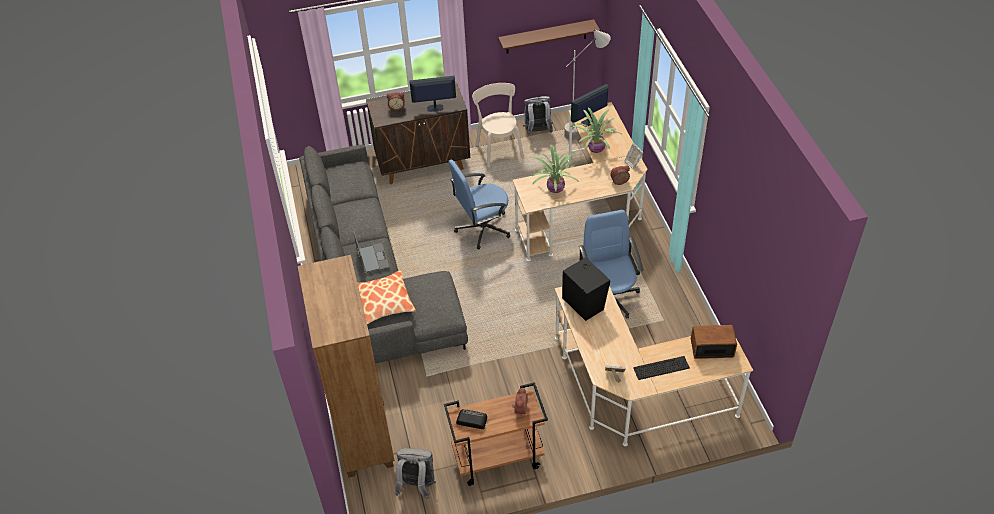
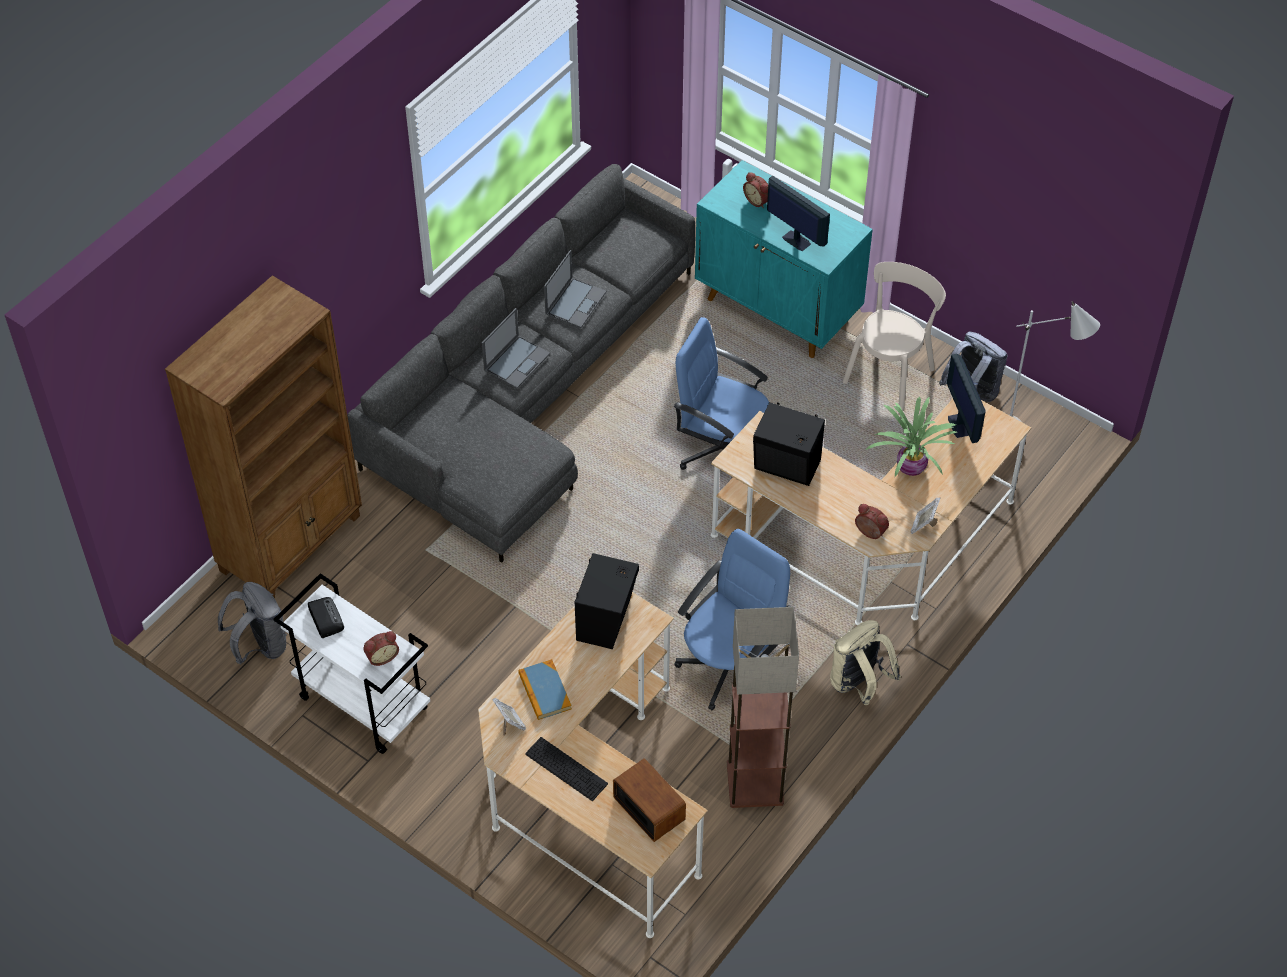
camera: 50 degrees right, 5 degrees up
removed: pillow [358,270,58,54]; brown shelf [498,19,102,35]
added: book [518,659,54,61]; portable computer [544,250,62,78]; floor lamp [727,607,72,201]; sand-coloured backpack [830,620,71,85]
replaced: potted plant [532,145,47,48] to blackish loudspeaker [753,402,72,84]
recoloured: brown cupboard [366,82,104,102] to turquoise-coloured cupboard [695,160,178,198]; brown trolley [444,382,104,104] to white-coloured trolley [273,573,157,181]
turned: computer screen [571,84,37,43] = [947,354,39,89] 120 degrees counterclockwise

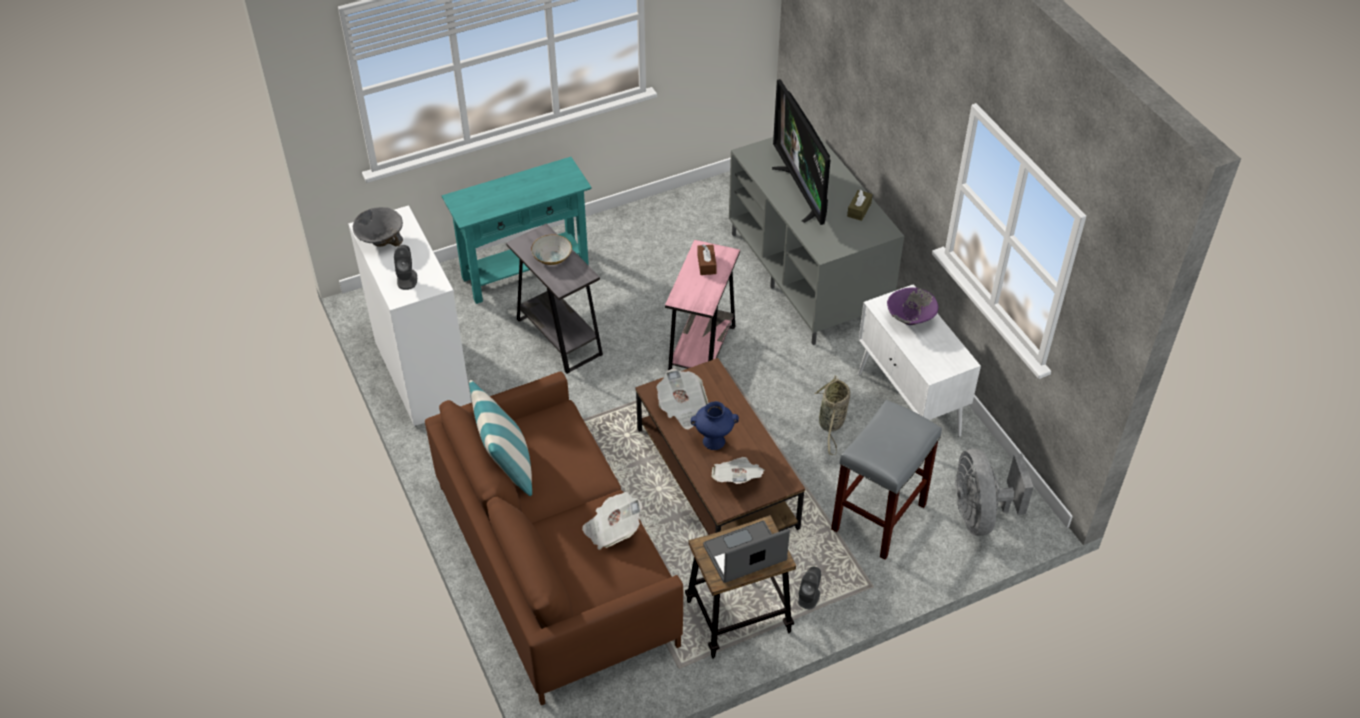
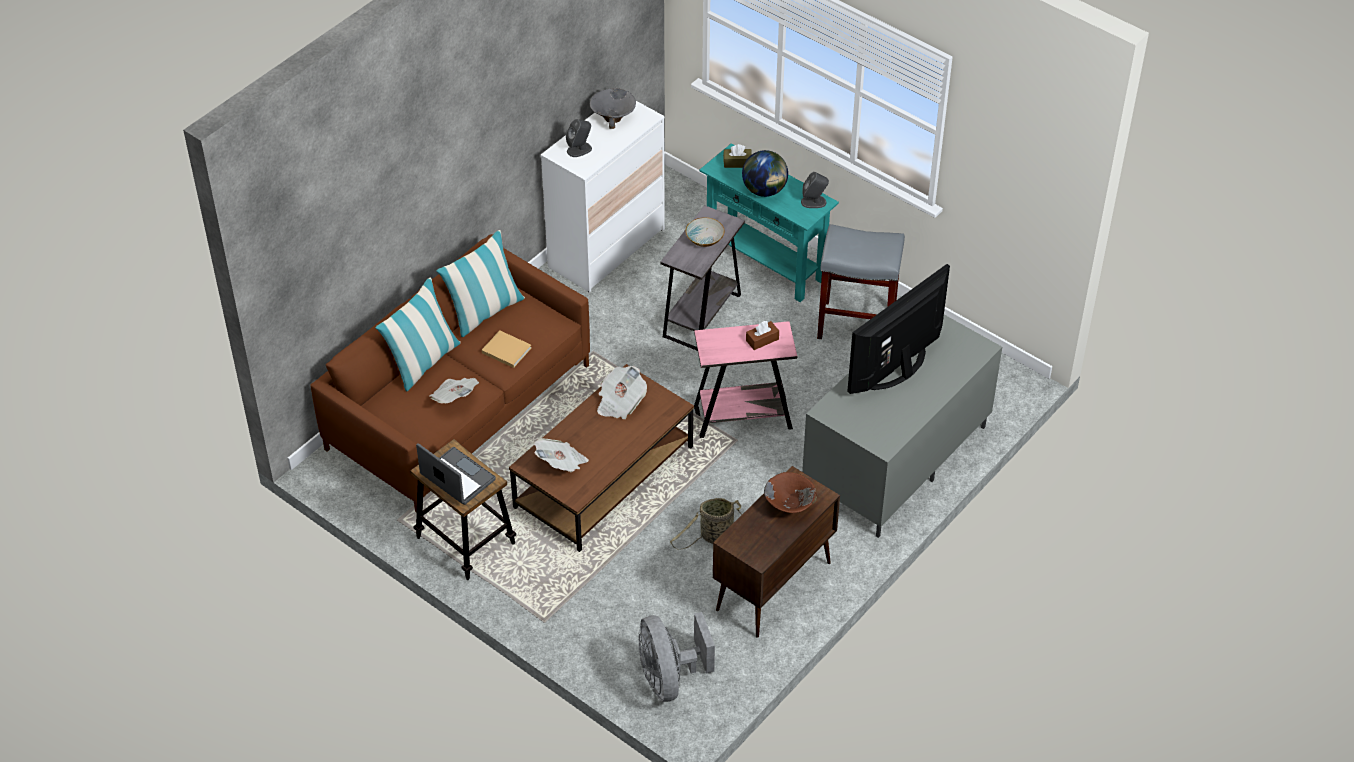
camera: 65 degrees right, 0 degrees up
removed: blue-coloured vase [691,401,48,49]
added: pillow [375,278,86,113]; sand-coloured book [482,330,49,38]; world globe [742,150,46,47]
moved: gray loudspeaker [798,567,23,42] to [801,172,28,36]; gray stool seat [831,400,111,160] to [817,224,88,115]; brown tissue box [847,189,26,32] to [723,144,29,24]
recoloured: white-coloured cupboard [858,284,123,153] to brown cupboard [713,466,127,172]; purple-coloured serving bowl [887,287,51,38] to brown serving bowl [764,472,53,41]
turned: gray fan [955,449,79,87] = [638,612,77,90] 75 degrees counterclockwise

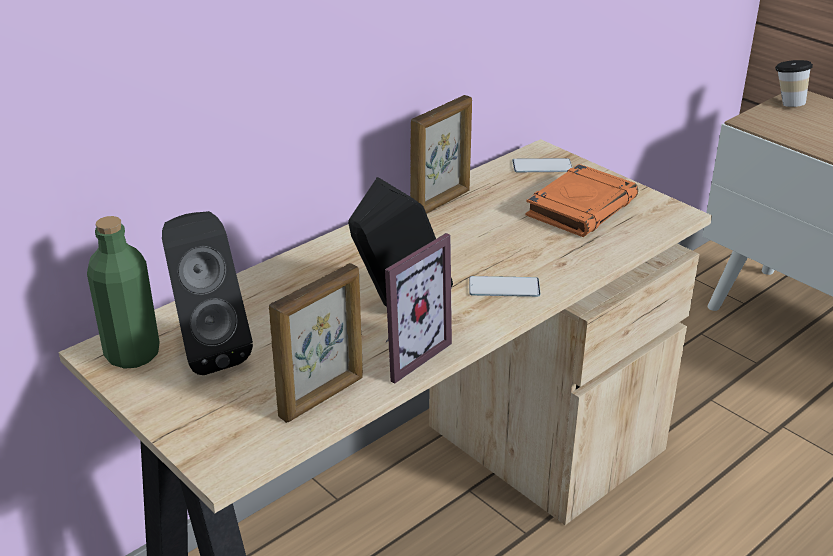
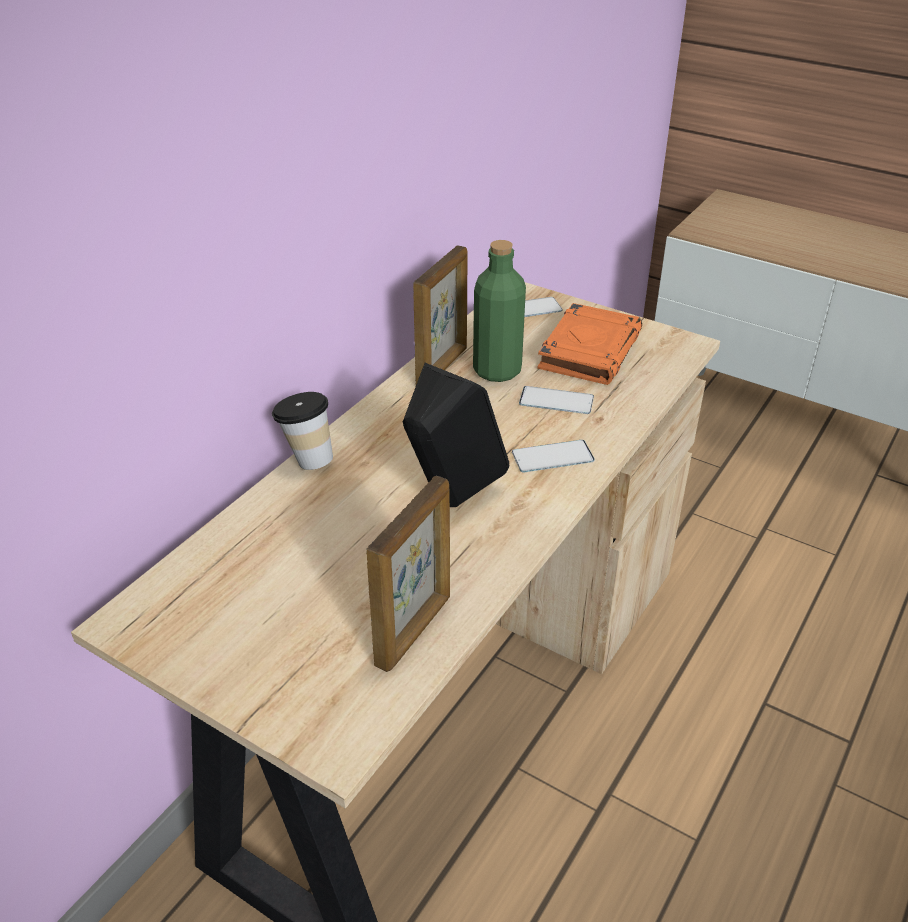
camera: 15 degrees left, 5 degrees up
removed: blackish loudspeaker [162,211,91,164]; picture frame [385,233,67,151]
added: handset [519,386,75,28]
moved: greenish beverage bottle [87,216,73,153] to [473,240,53,142]; small cup [775,60,38,47] to [272,392,61,78]

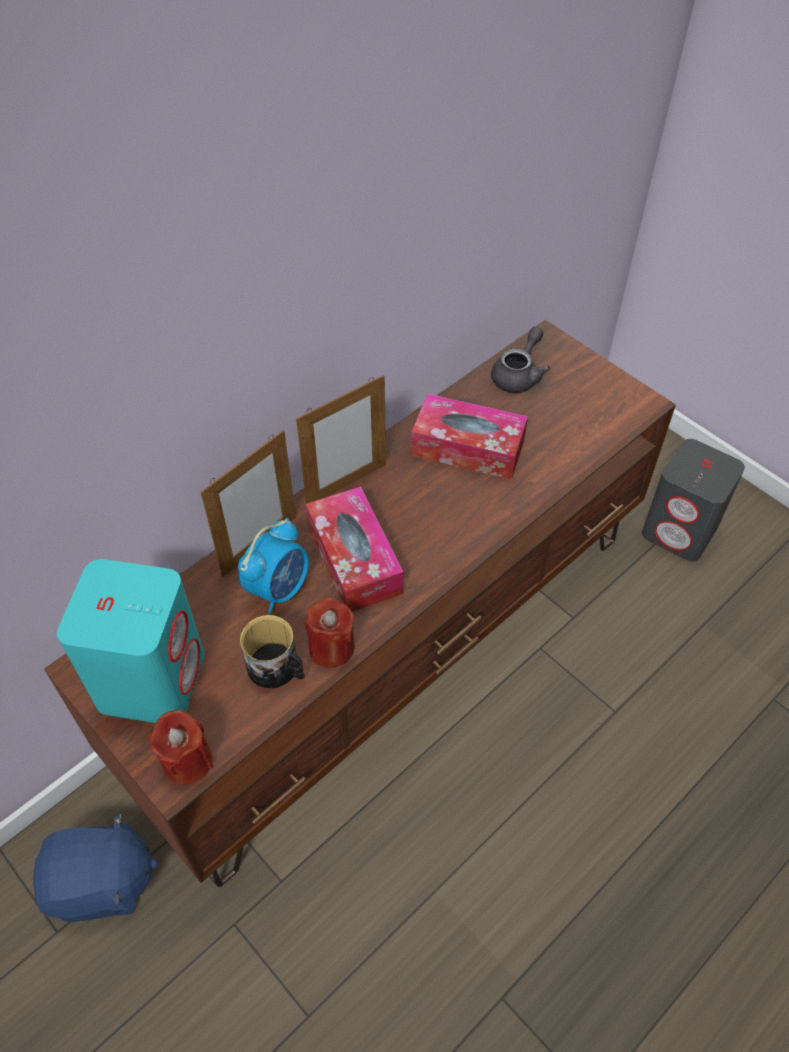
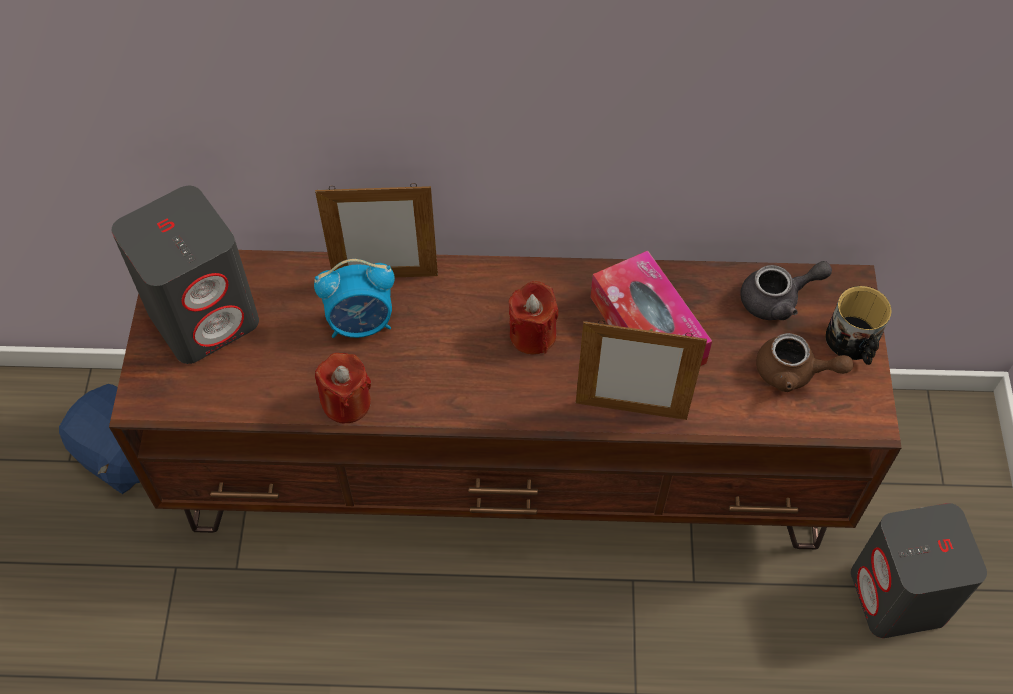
camera: 45 degrees right, 5 degrees up
removed: tissue box [306,487,97,124]
added: brown pot for tea [756,333,97,59]
moved: red-coloured candle [149,709,64,76] to [509,281,50,73]; tea mug [240,615,64,74] to [825,286,66,79]; picture frame [296,375,90,129] to [576,320,131,100]
recoloured: turquoise-coloured loudspeaker [57,559,148,164] to gray loudspeaker [112,186,147,178]

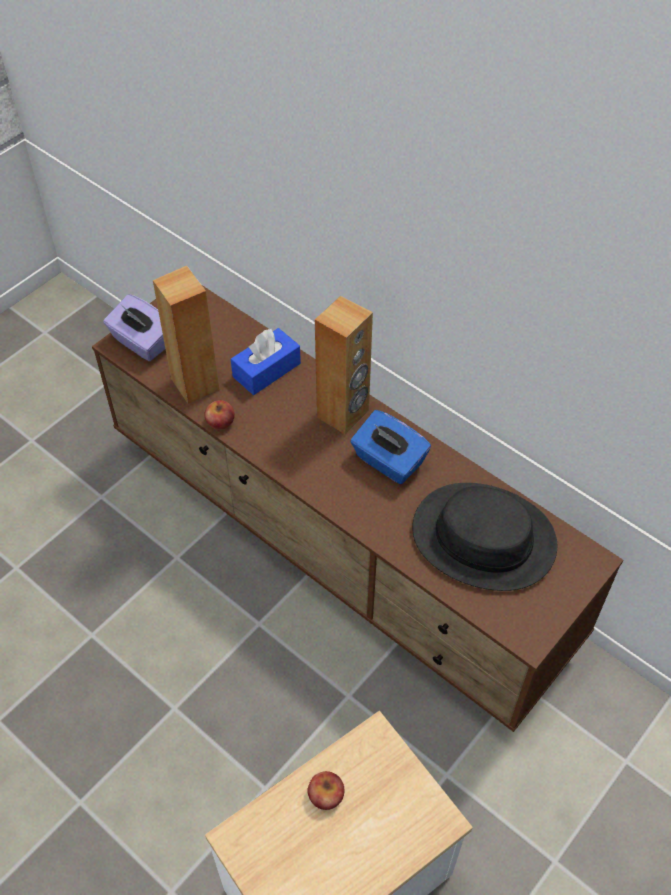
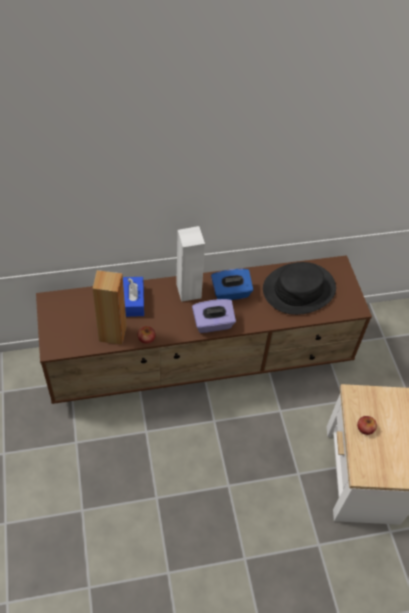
camera: 55 degrees left, 0 degrees up
moved: purple-coloured tissue box [103,294,62,67] to [192,299,44,34]
recoloured: brown loudspeaker [315,296,58,139] to white-coloured loudspeaker [176,226,29,76]

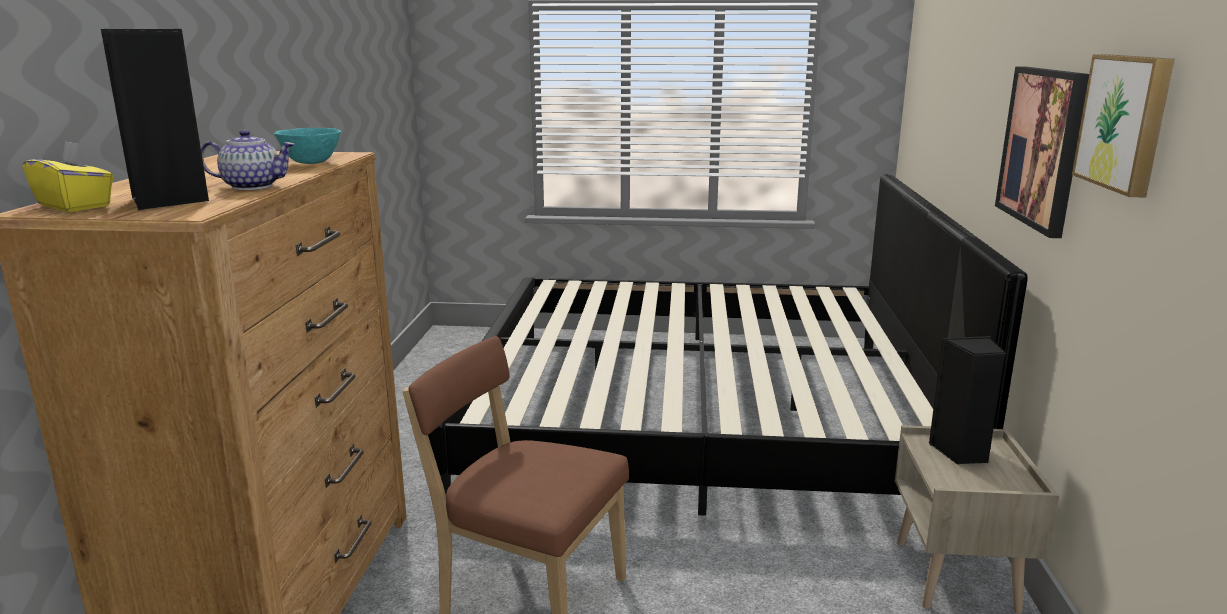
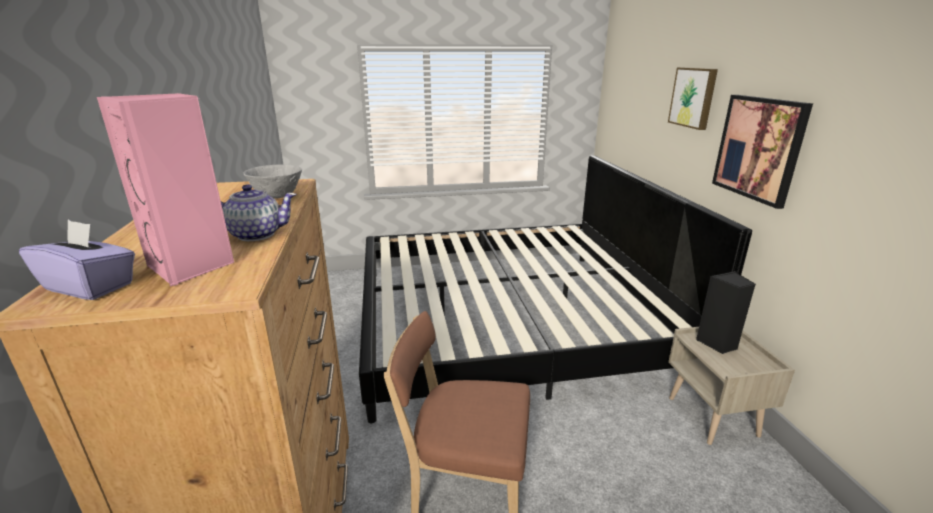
camera: 15 degrees left, 5 degrees up
moved: wall art [1072,54,103,143] to [668,67,50,63]
recoloured: yellowish tissue box [22,140,92,72] to purple-coloured tissue box [19,220,116,80]; blackish loudspeaker [101,29,108,181] to pink loudspeaker [97,93,137,194]; turquoise-coloured serving bowl [274,128,67,36] to gray serving bowl [244,164,58,35]

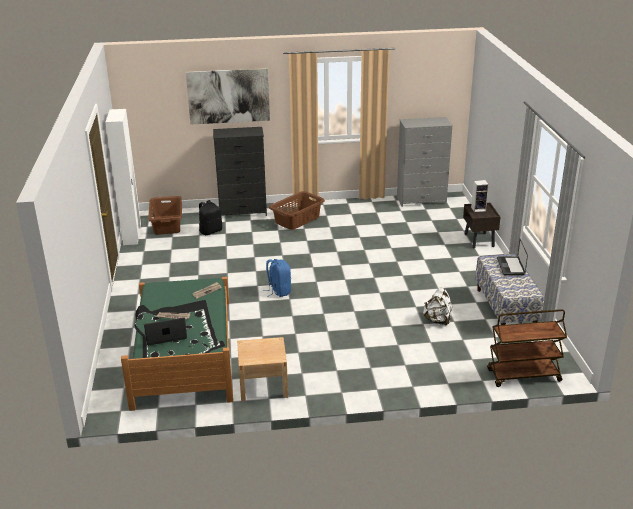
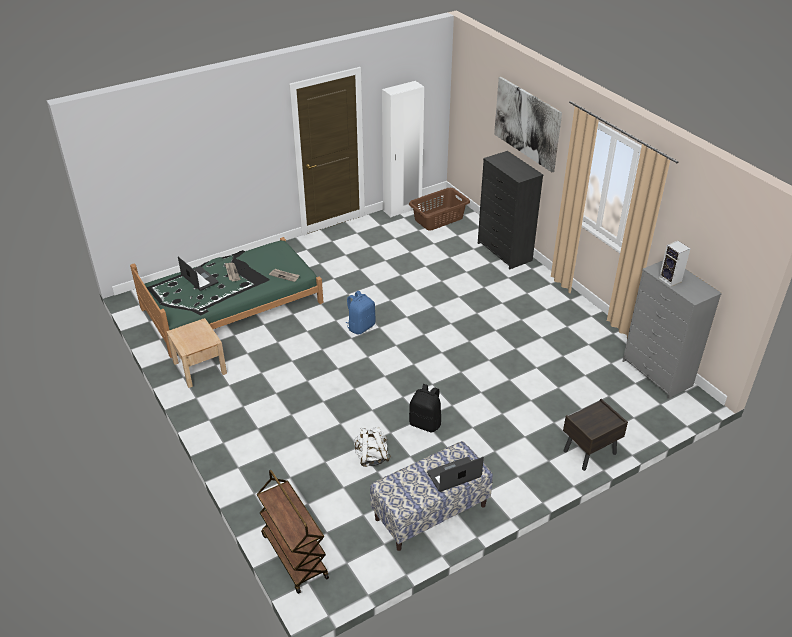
camera: 65 degrees right, 10 degrees up
removed: brown laundry basket [269,191,56,39]
moved: blackish backpack [199,200,23,35] to [409,384,32,48]; loudspeaker [471,180,18,32] to [659,241,31,45]

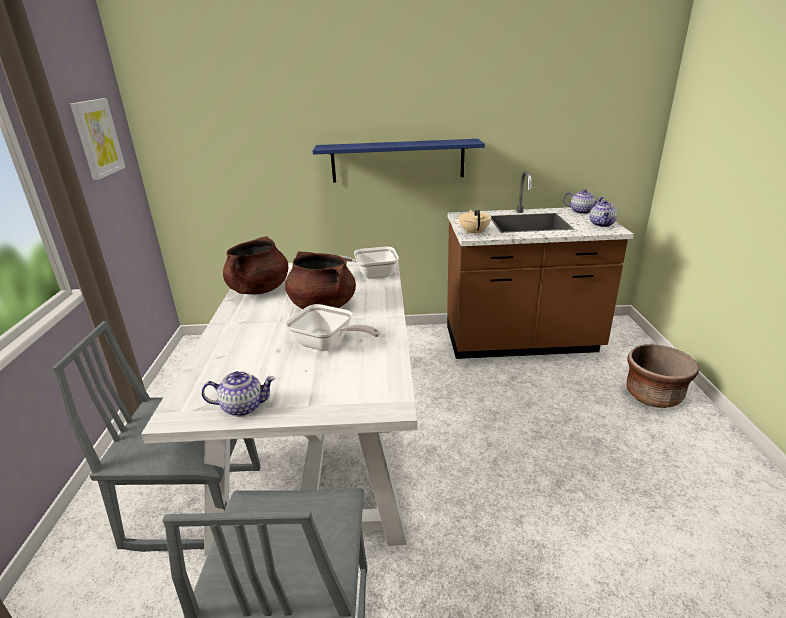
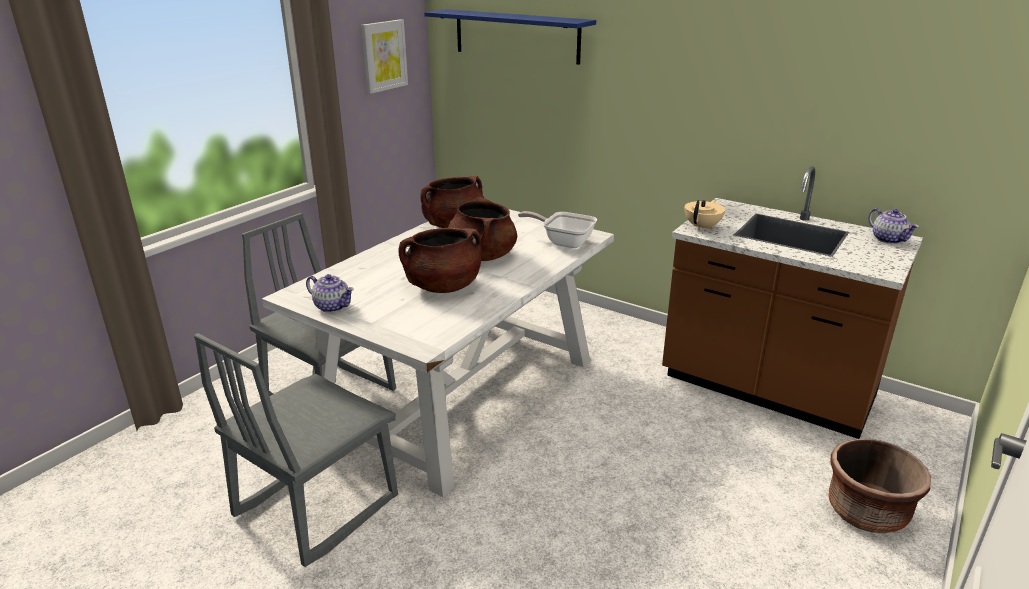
camera: 35 degrees right, 0 degrees up
removed: pot for tea [590,200,27,27]
moved: blue-coloured shelf [313,139,172,44] to [424,9,172,56]
replaced: pan [285,304,95,47] to brown cooking pot [398,228,83,65]

